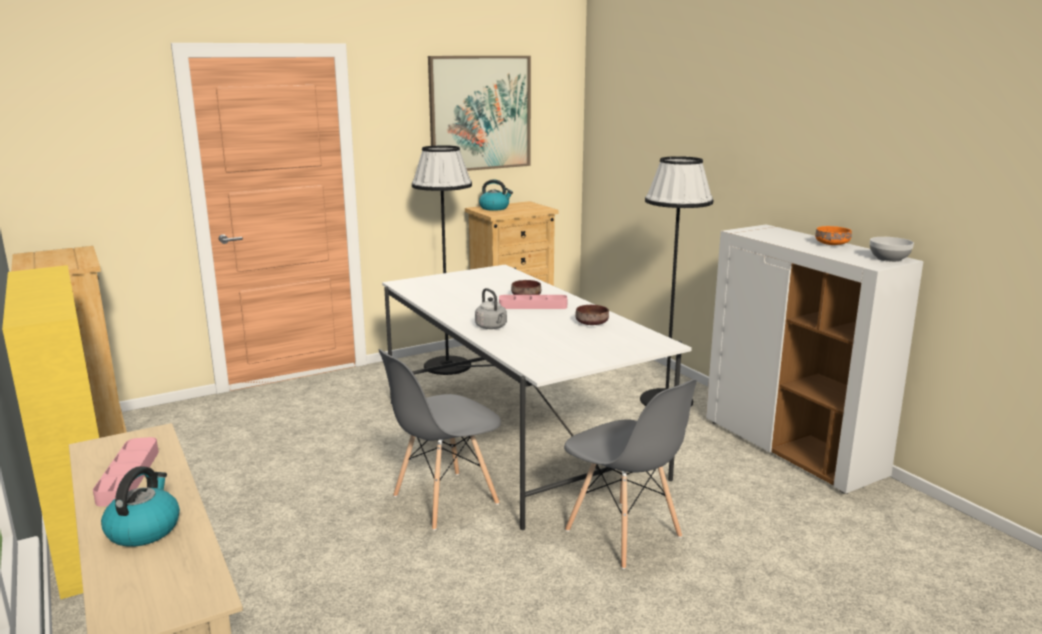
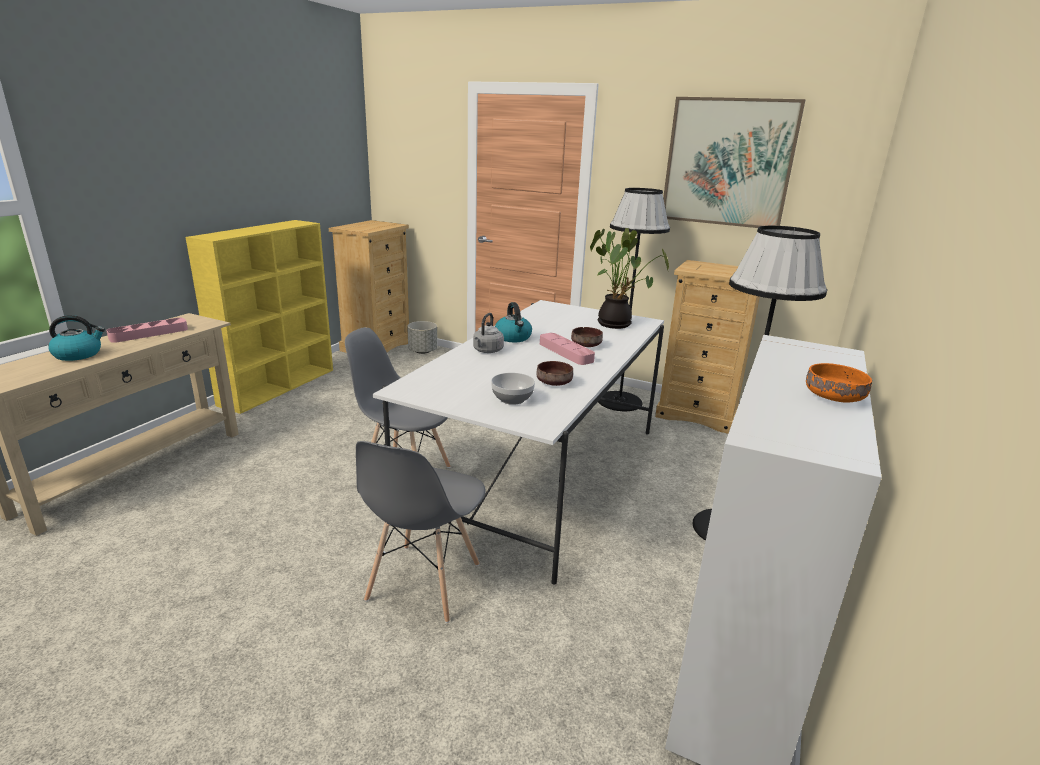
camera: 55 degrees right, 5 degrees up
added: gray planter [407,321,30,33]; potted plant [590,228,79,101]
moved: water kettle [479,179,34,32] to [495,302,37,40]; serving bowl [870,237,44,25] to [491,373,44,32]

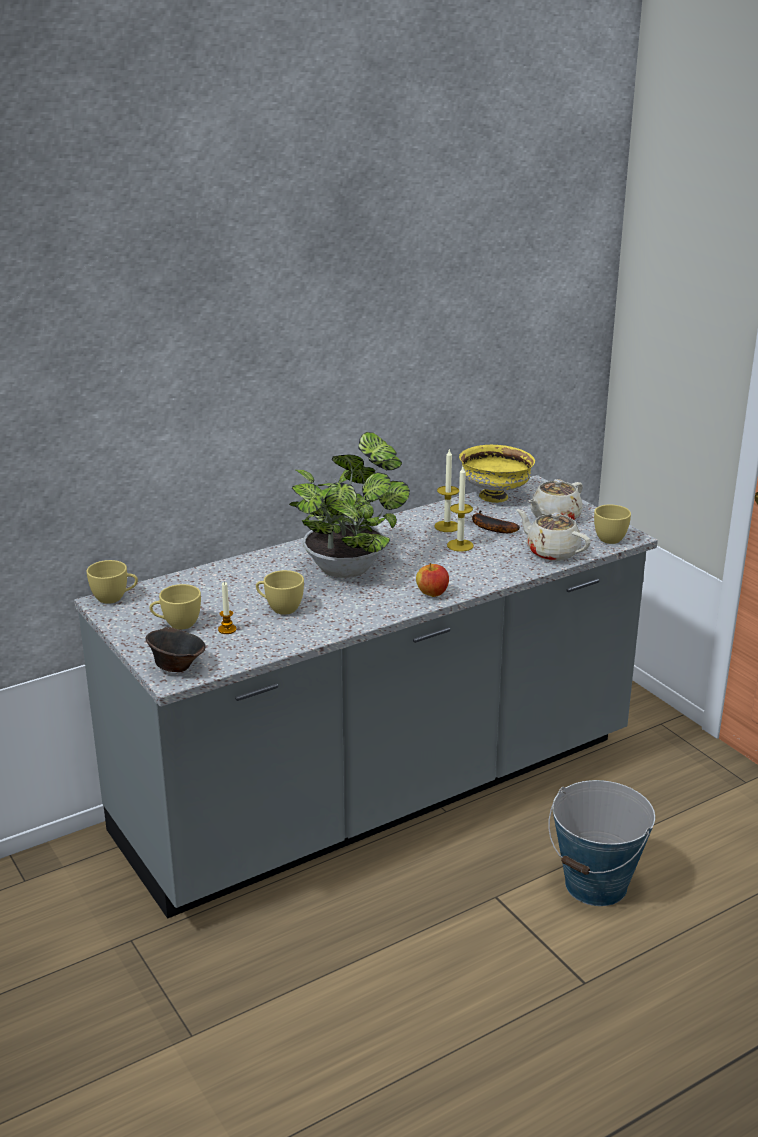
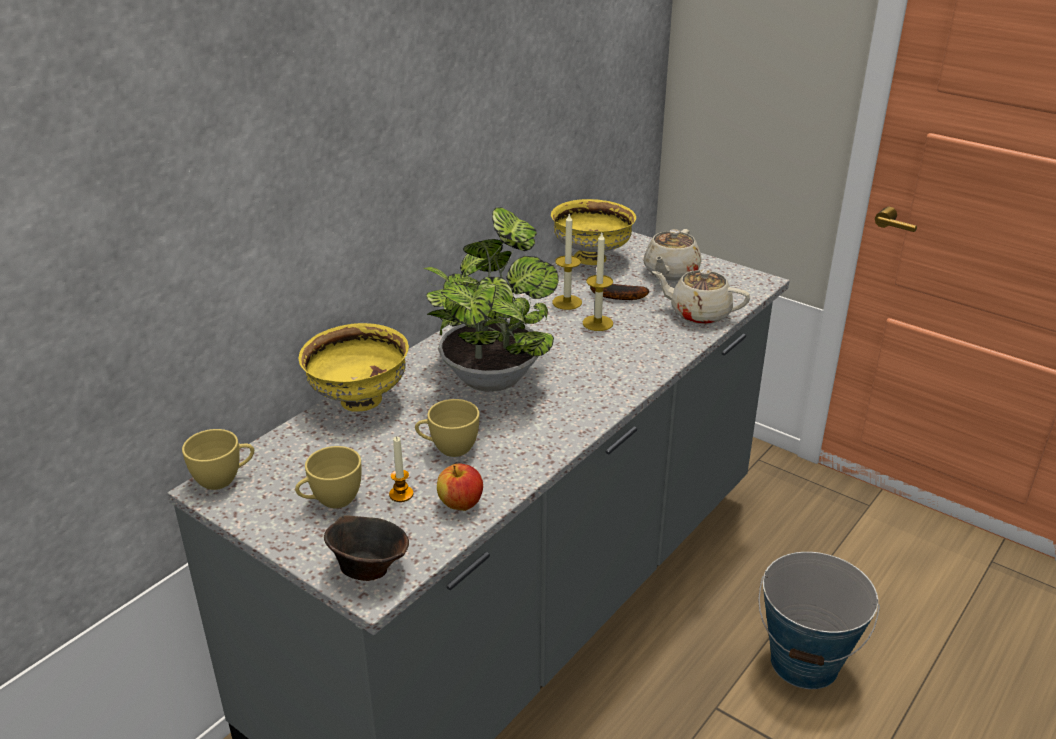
camera: 20 degrees left, 5 degrees up
removed: yellowish small cup [594,505,37,39]
added: yellowish serving bowl [299,323,110,89]
moved: apple fruit [416,563,33,34] to [437,464,46,47]

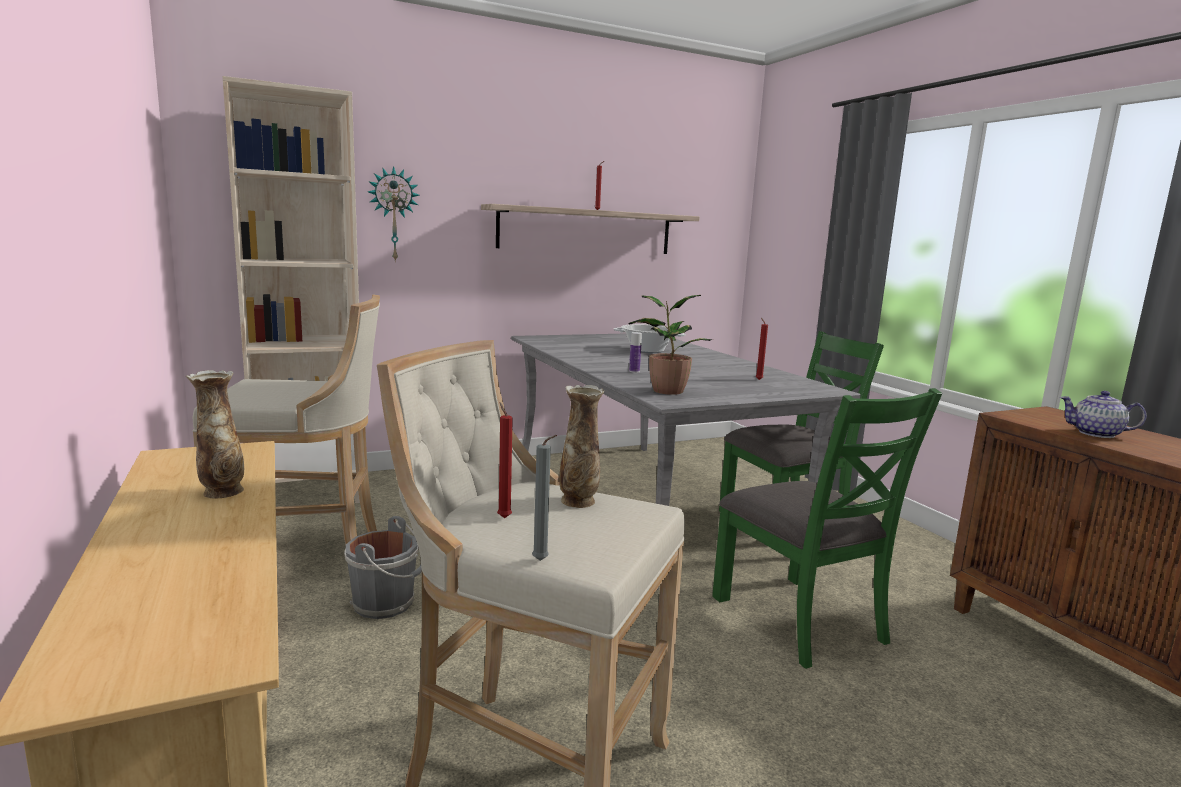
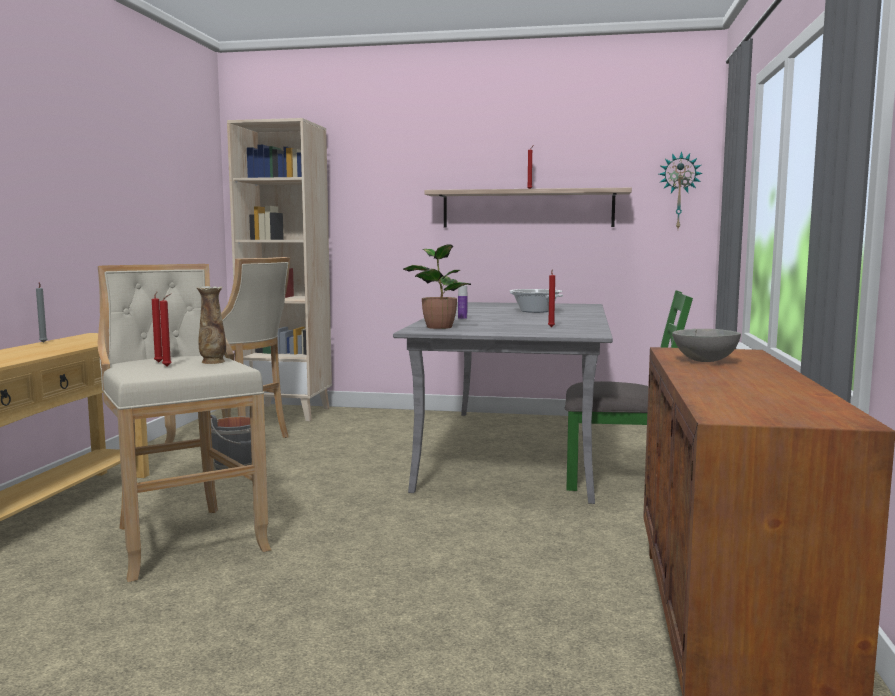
camera: 35 degrees right, 5 degrees down
removed: vase [186,370,58,128]; greenish chair [712,388,230,281]
added: red-coloured candle [160,294,12,72]
moved: hanging clock [368,166,51,96] to [659,151,44,77]; gray candle [532,435,25,126] to [36,283,11,60]
replaced: pot for tea [1059,391,88,47] to gray serving bowl [672,329,69,33]

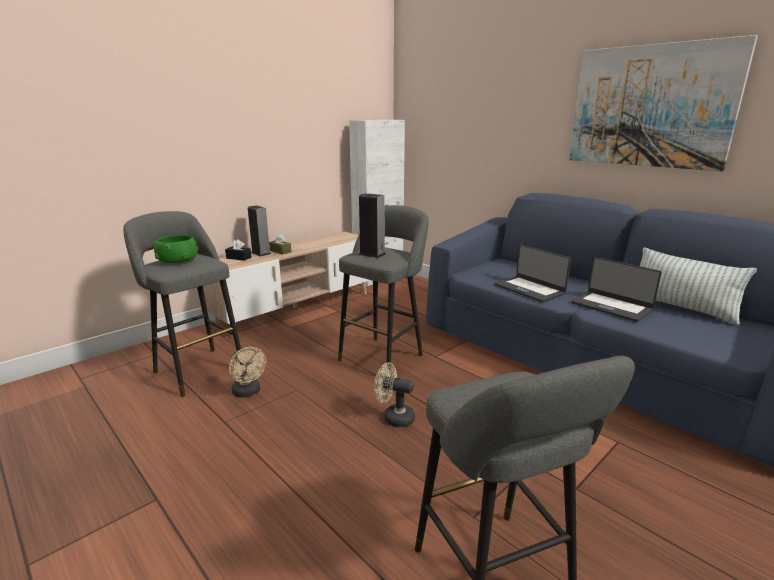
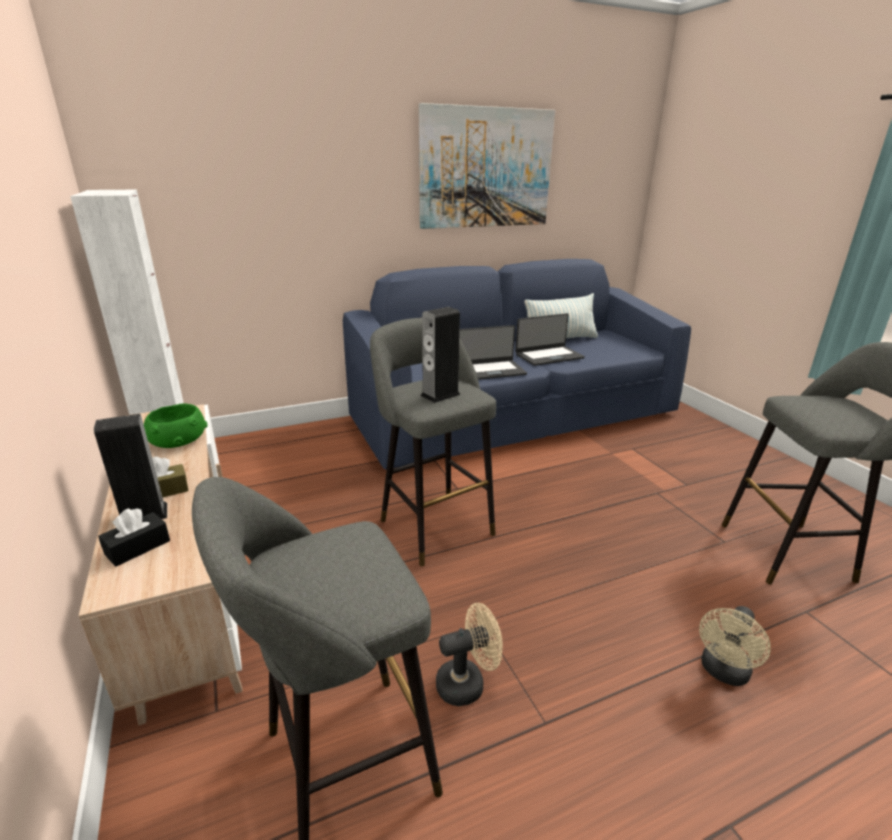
camera: 70 degrees left, 5 degrees up
moved: greenish serving bowl [153,235,45,28] to [144,403,64,45]; sand-coloured fan [374,362,41,65] to [699,606,72,80]

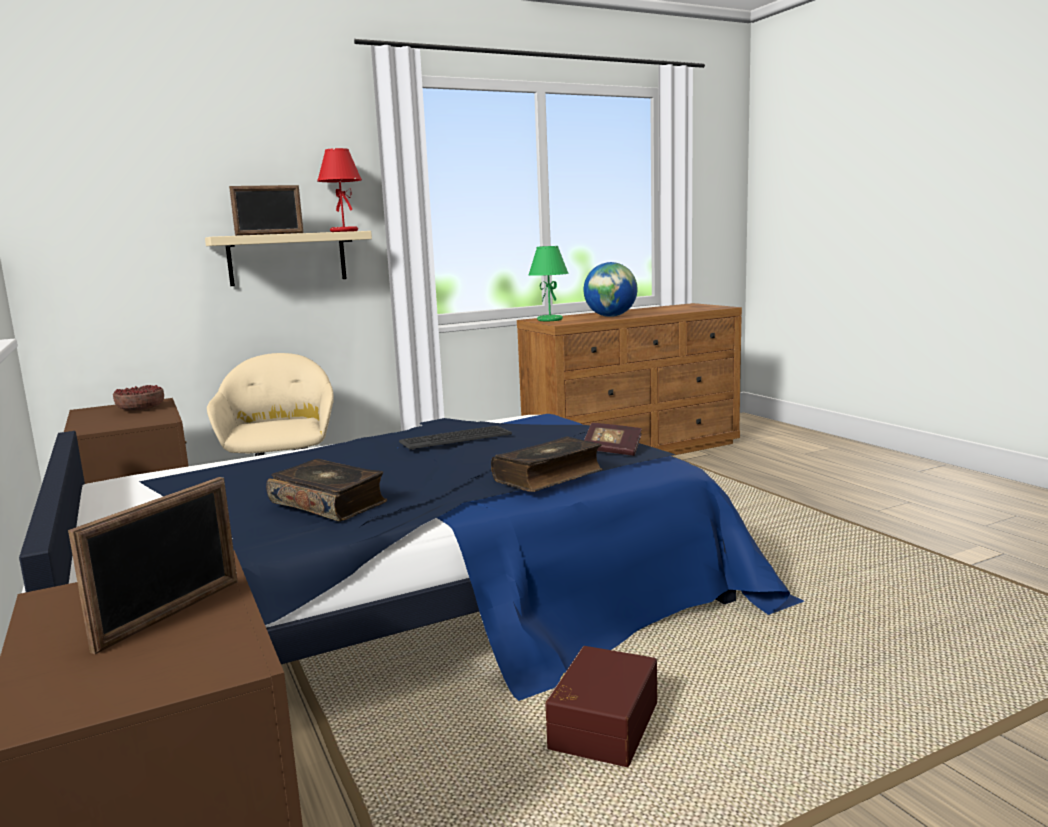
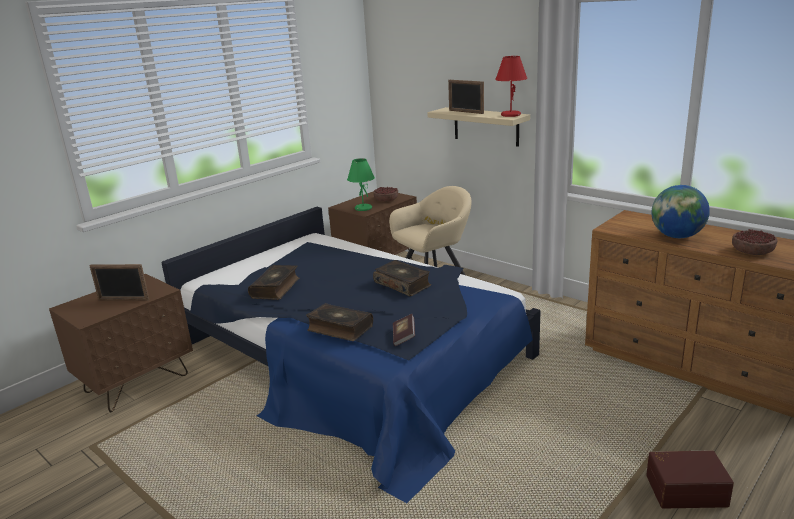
camera: 70 degrees right, 10 degrees up
added: serving bowl [732,229,46,26]
moved: greenish lamp for a table [528,246,41,75] to [347,158,28,53]; brown storage bin [545,646,112,121] to [646,450,88,59]
replaced: computer keyboard [399,426,113,24] to book [373,260,58,36]

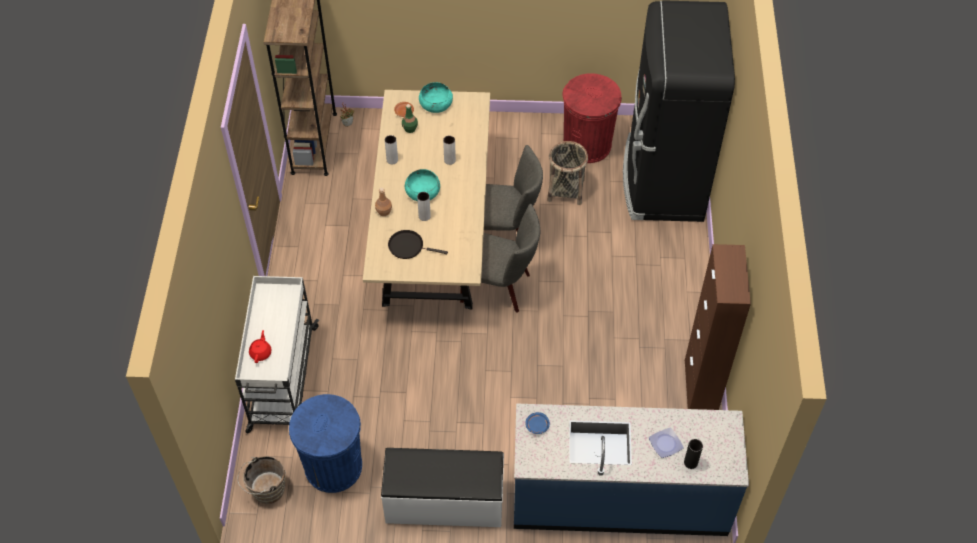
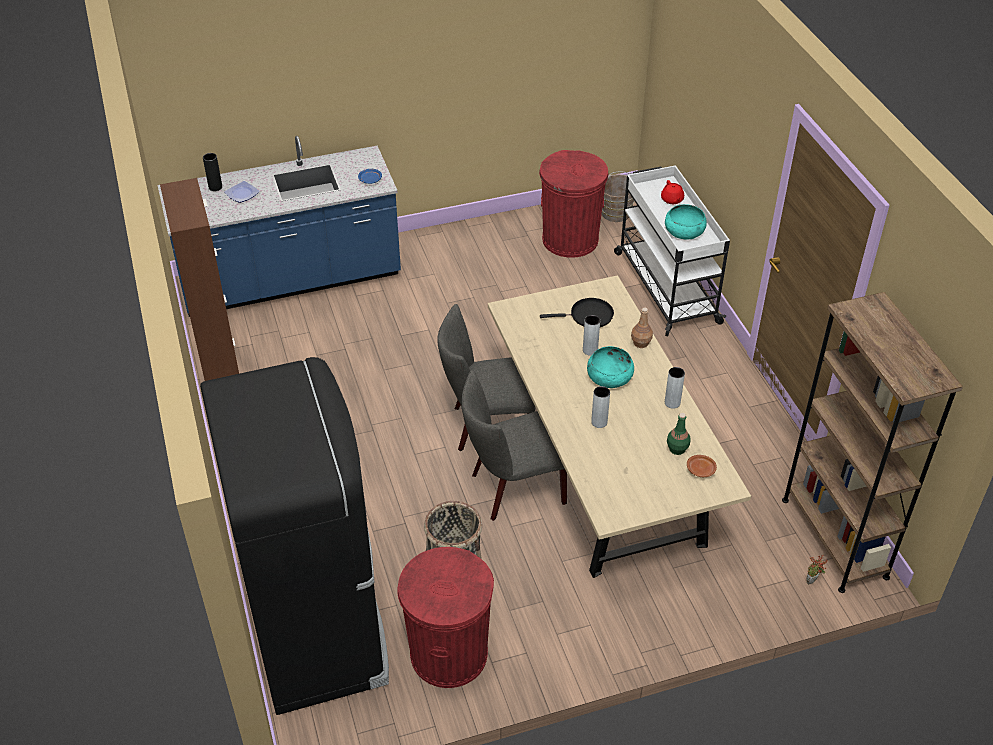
camera: 160 degrees right, 10 degrees down
removed: white-coloured indoor bench [381,448,123,79]
moved: turquoise-coloured serving bowl [419,82,34,31] to [665,204,42,35]
recoloured: blue-coloured waste bin [289,394,73,99] to red-coloured waste bin [539,150,70,108]

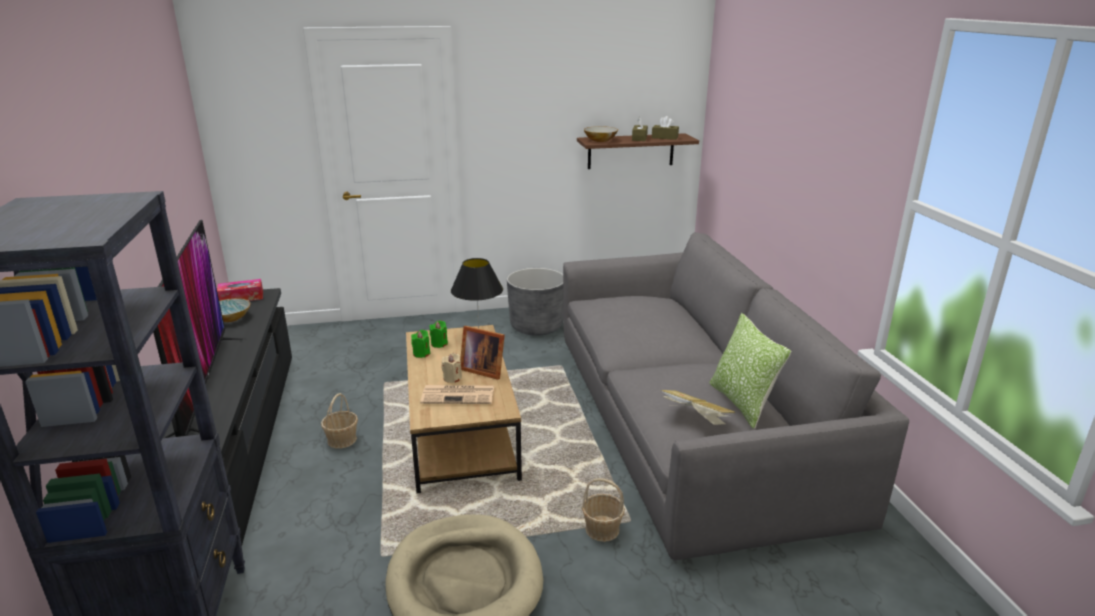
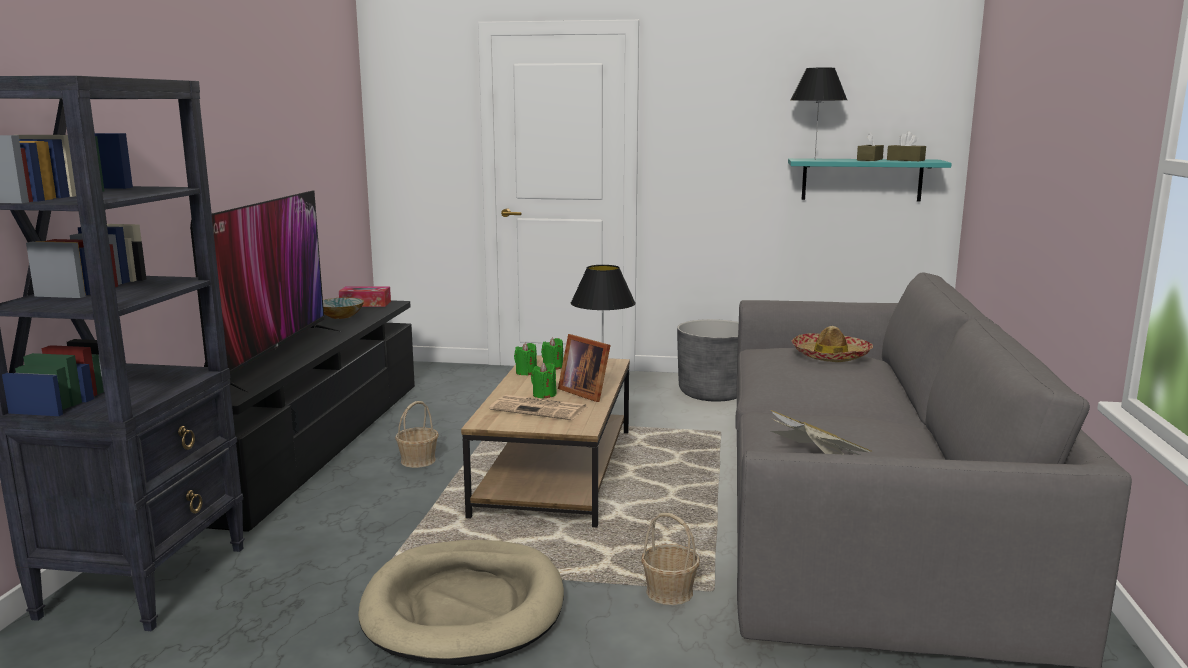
camera: 20 degrees right, 10 degrees down
removed: pillow [709,313,82,116]
added: wearable hat [792,326,81,36]
replaced: serving bowl [584,126,34,16] to blackish lamp for a table [791,68,56,91]
recoloured: sand-coloured candle [441,353,21,30] to greenish candle [531,362,26,37]; brown shelf [577,133,122,36] to turquoise-coloured shelf [788,158,164,44]

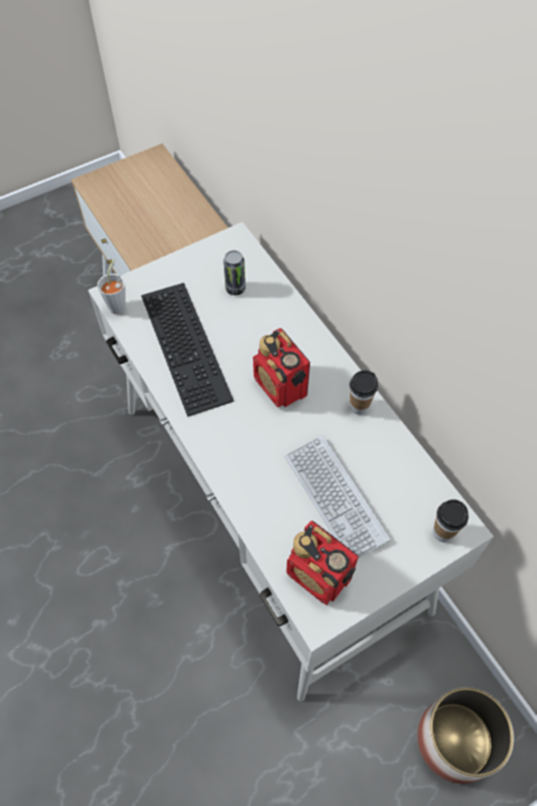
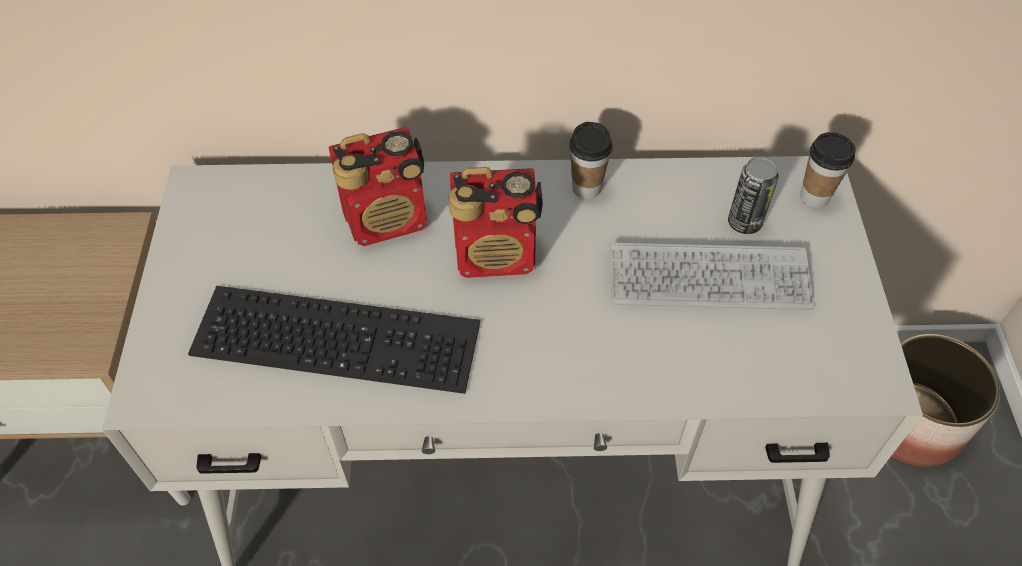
camera: 60 degrees left, 5 degrees down
removed: gray small cup [97,259,29,55]
moved: can [224,250,21,45] to [728,156,51,78]; radio set [286,520,72,85] to [328,127,99,119]

